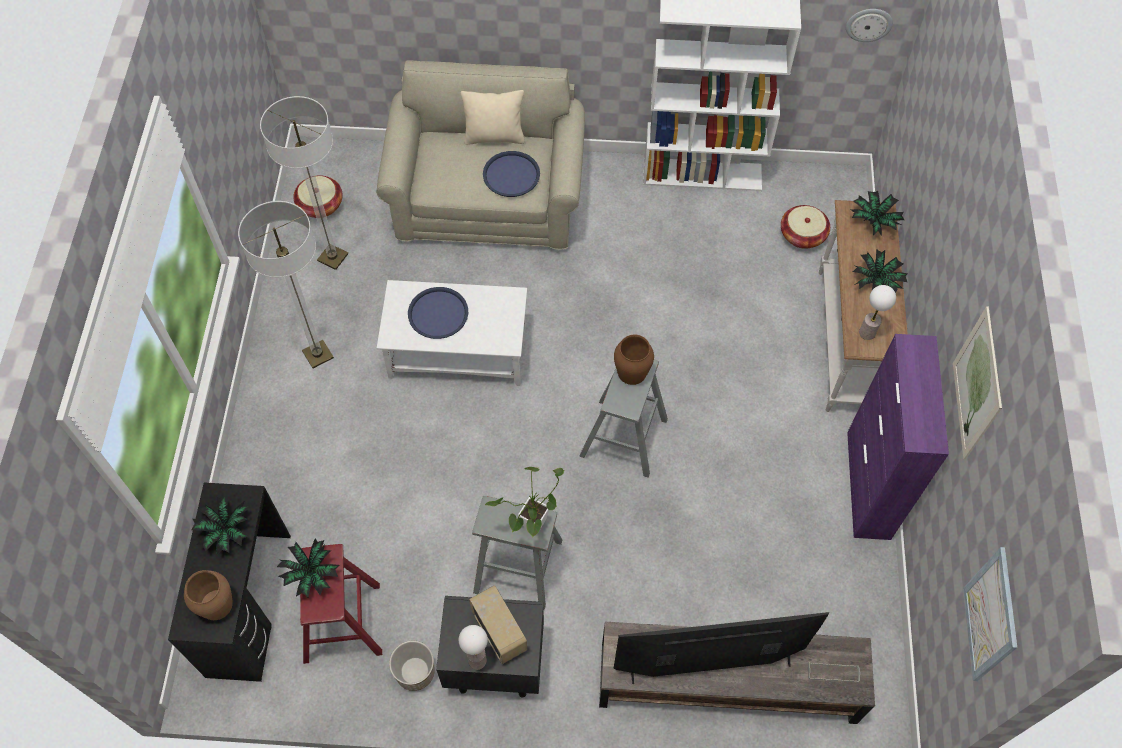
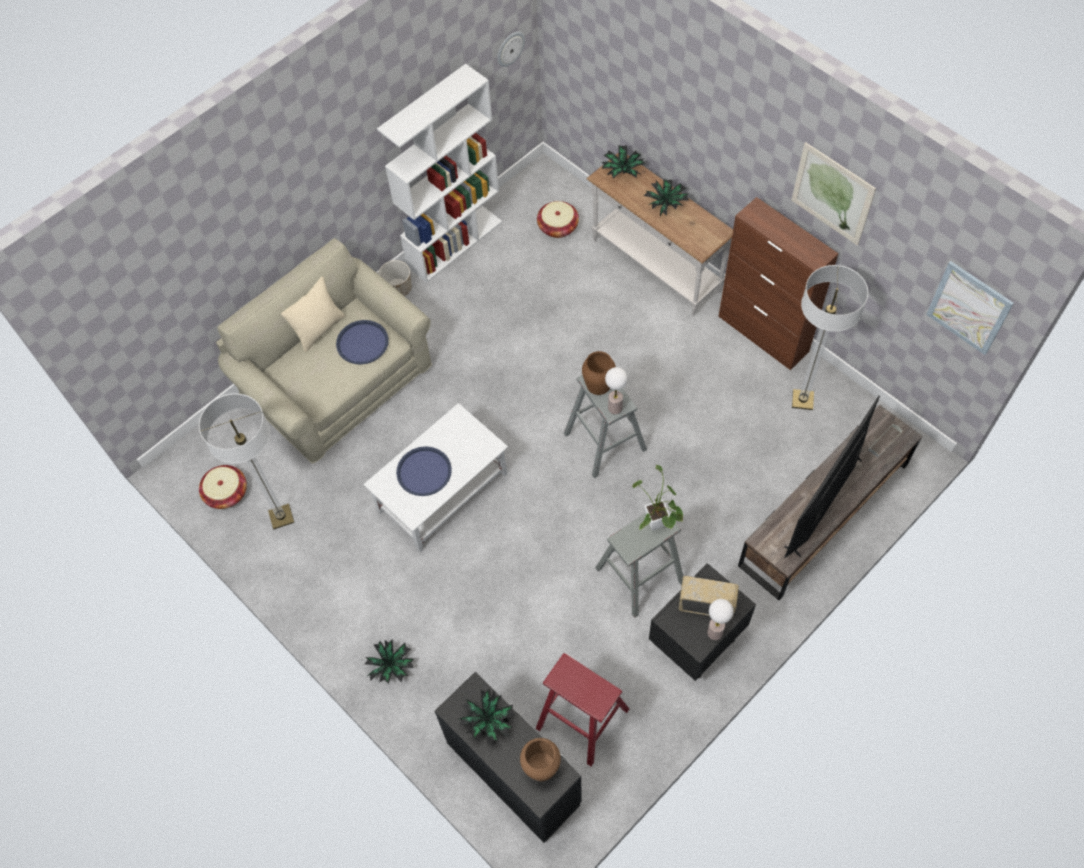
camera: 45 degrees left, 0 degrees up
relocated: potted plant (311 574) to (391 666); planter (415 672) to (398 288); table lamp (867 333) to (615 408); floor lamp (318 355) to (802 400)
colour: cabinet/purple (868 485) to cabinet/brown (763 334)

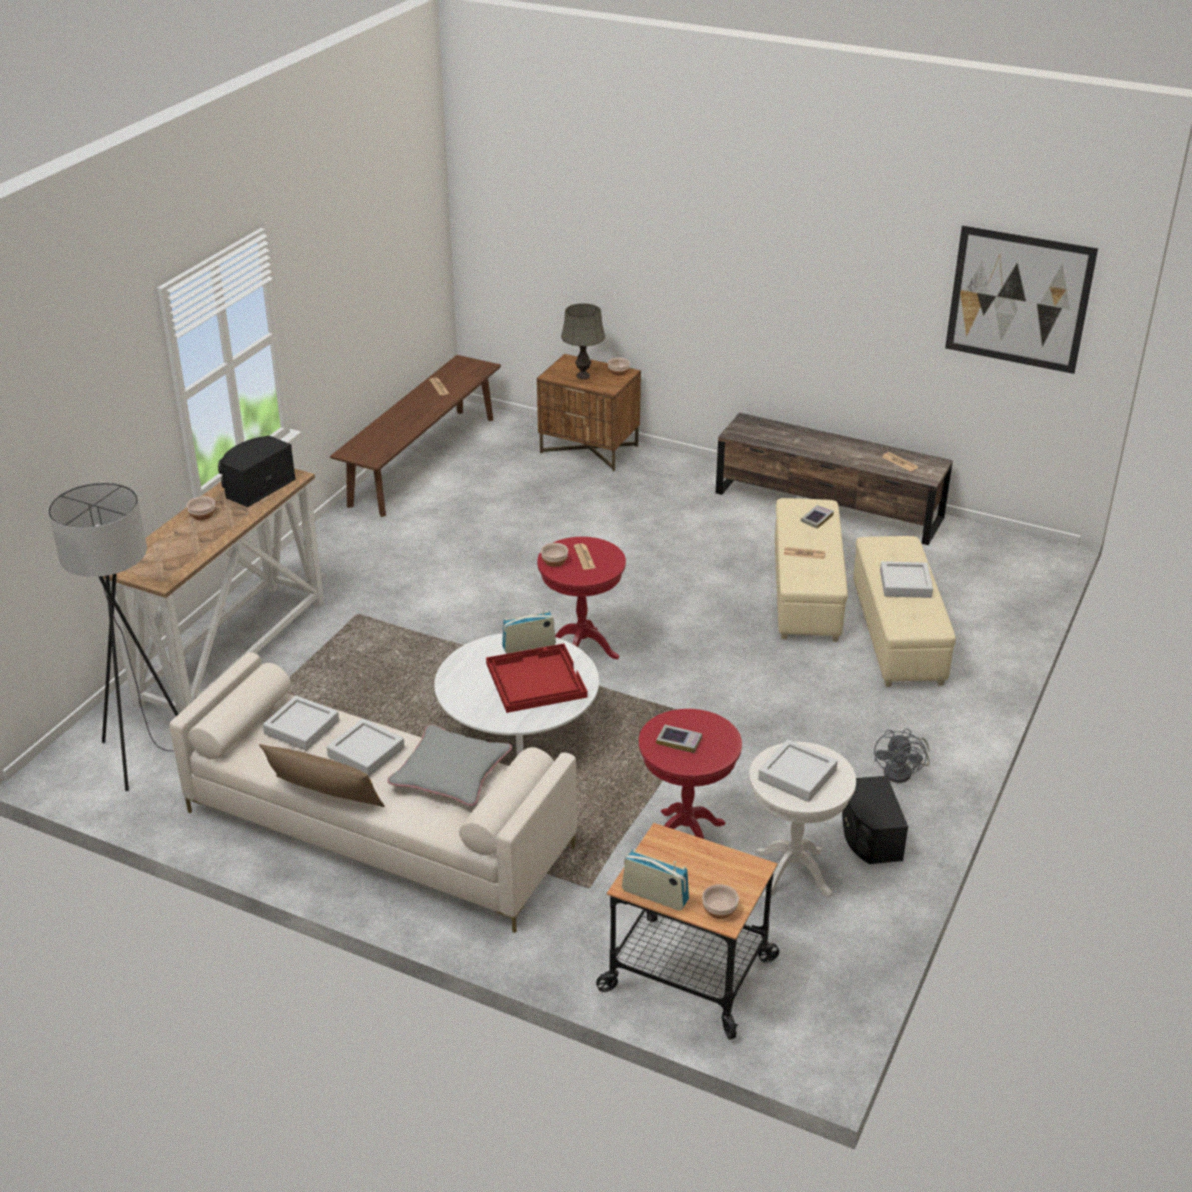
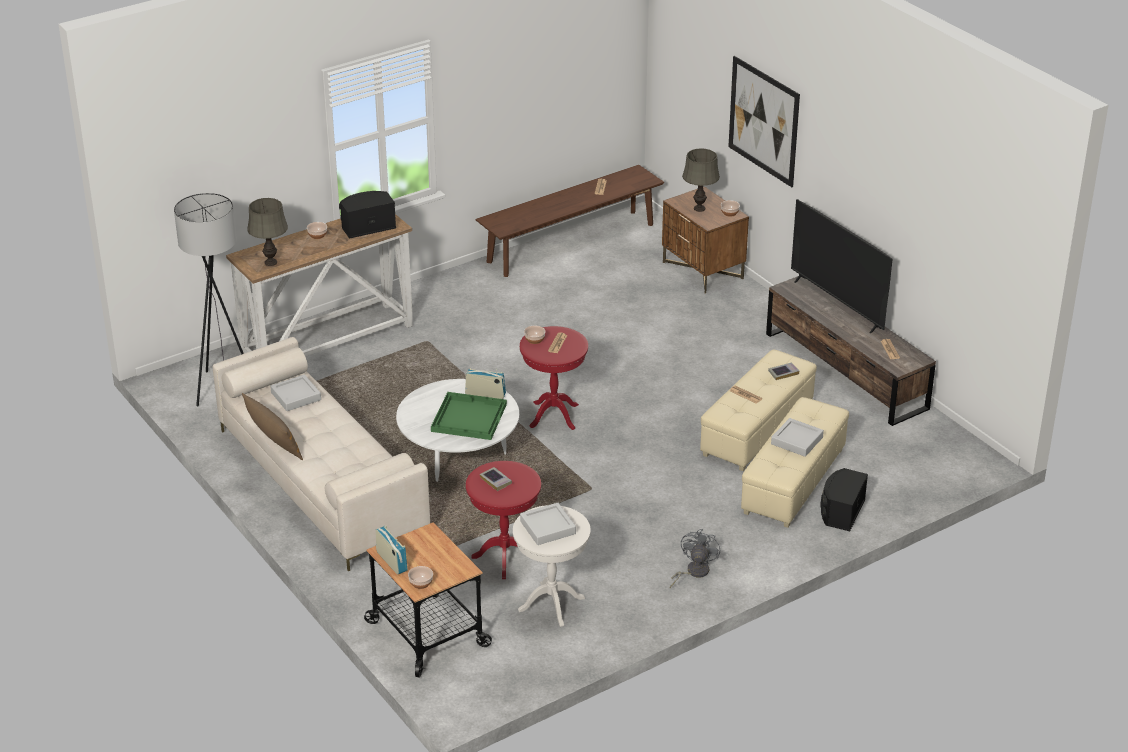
camera: 30 degrees right, 0 degrees up
missing: tray/grey (366 752); pillow/grey (451 773)
appeared: table lamp/grey (270 262); television (837 304)
relocated: picture (1019 299) to (763 121); speaker/black (869 837) to (840 511)
colour: tray/red (535 680) to tray/green (468 417)
spun: fan/grey (903 772) = (693 572) 150 degrees clockwise

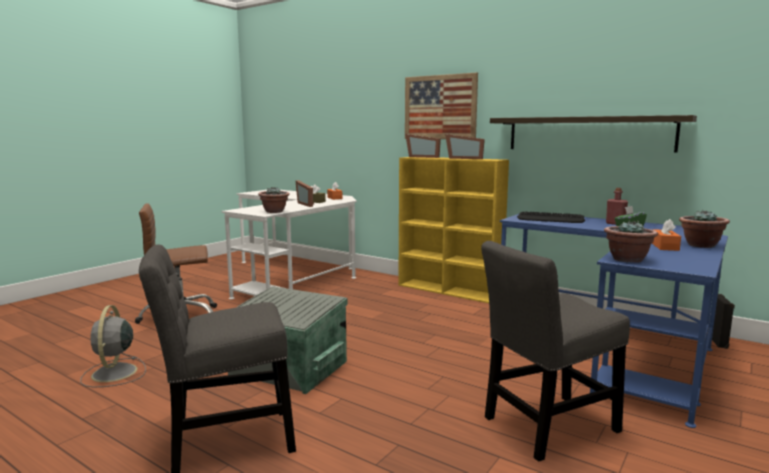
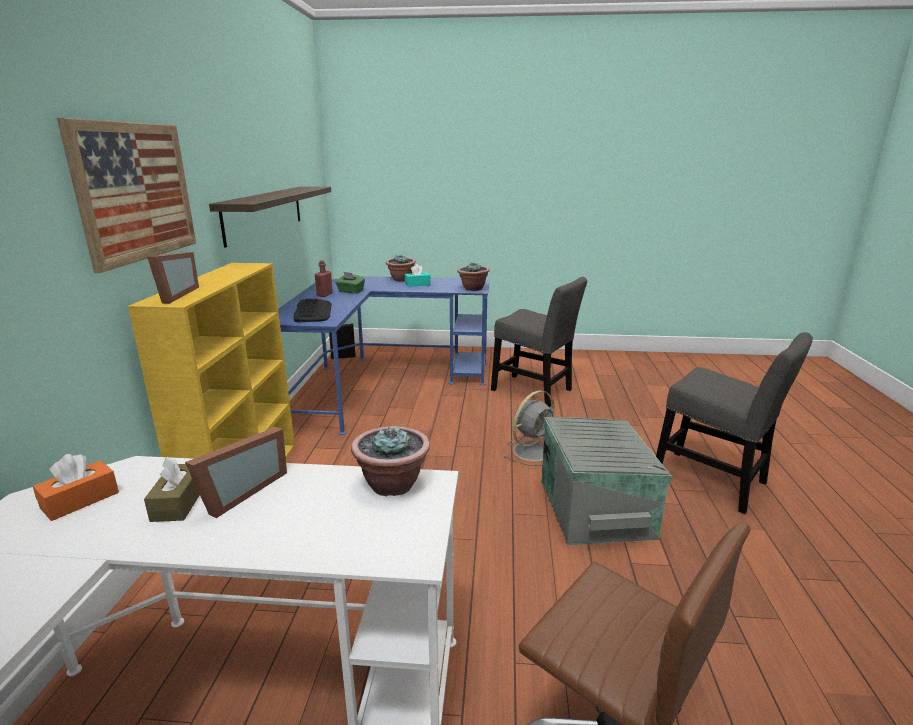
camera: 120 degrees left, 10 degrees up
missing: picture frame (465 158)
relocated: fan/grey (114 373) to (533 450)
colour: tissue box/orange (665 246) to tissue box/turquoise (417 284)

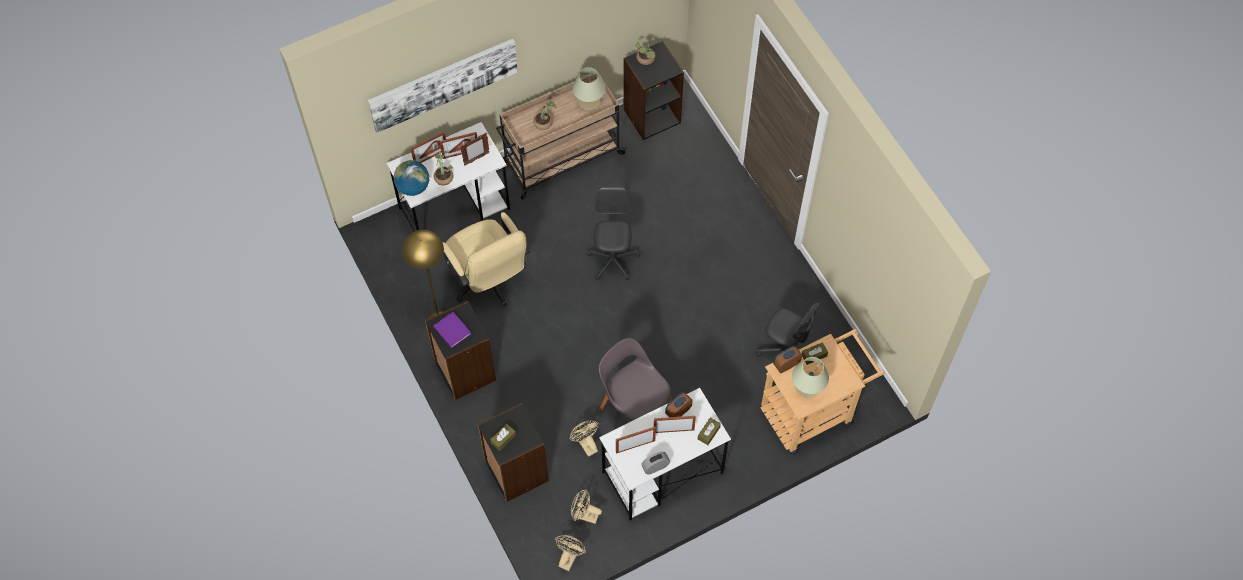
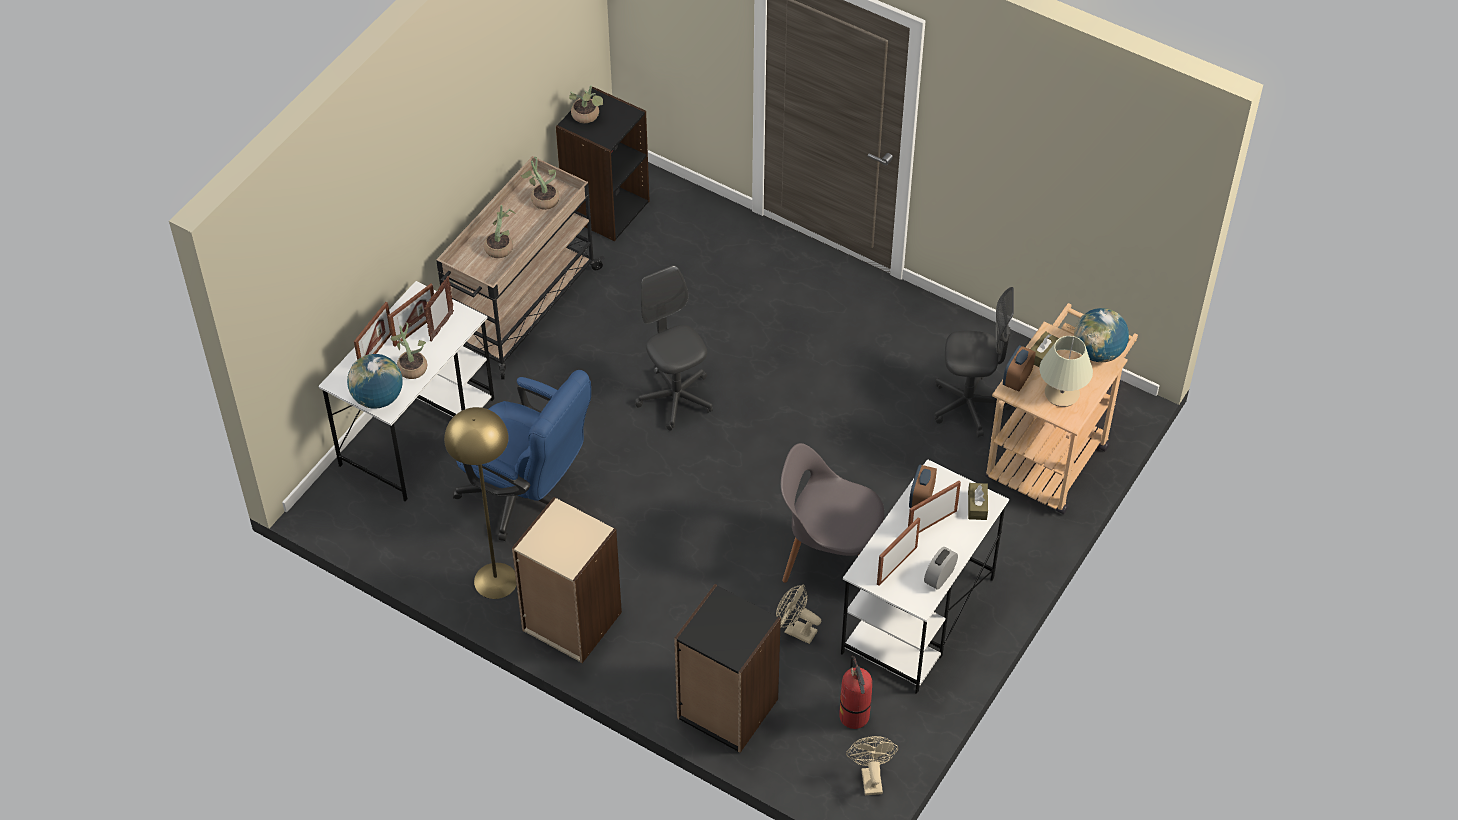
camera: 30 degrees left, 10 degrees down
missing: picture (443 84); book/purple (451 329); tissue box/brown (503 439)
appeared: globe (1098 352)
exchanged: table lamp/beige (589 101) to potted plant (542 199); fan/beige (584 515) to fire extinguisher (854 716)
colour: office chair/beige (489 281) to office chair/blue (527 498); bookcase/black (464 371) to bookcase/beige (571 622)

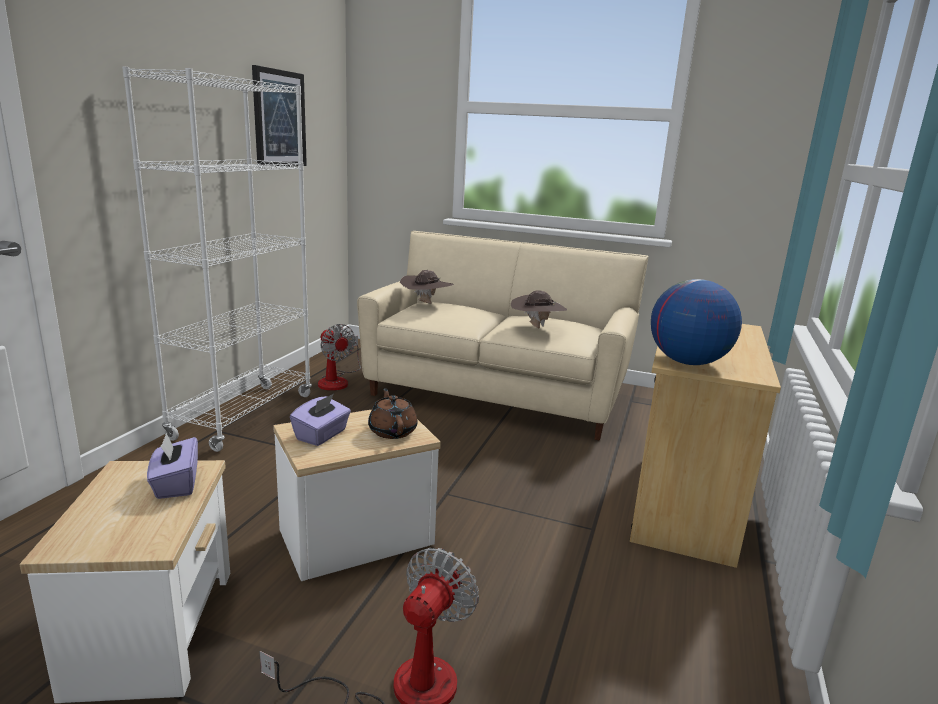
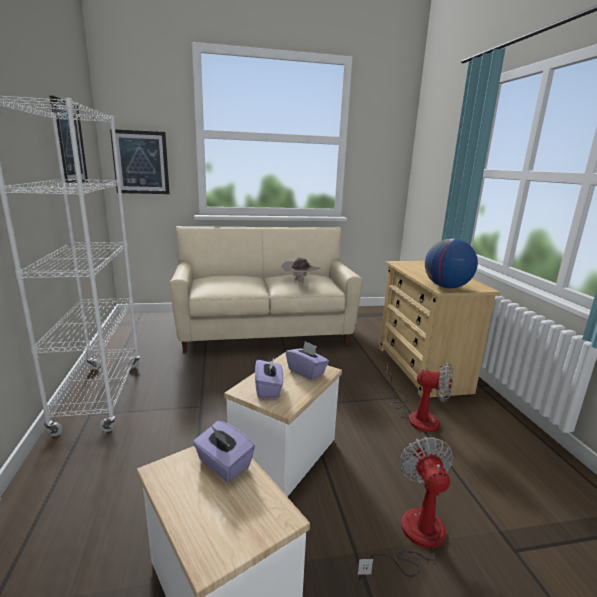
camera: 30 degrees left, 0 degrees up
missing: hat/brown (426 304)
appeared: picture (141 162)
relocated: fan (337 380) to (417 415)
exchanged: teapot/brown (392 431) to tissue box/purple (306 371)

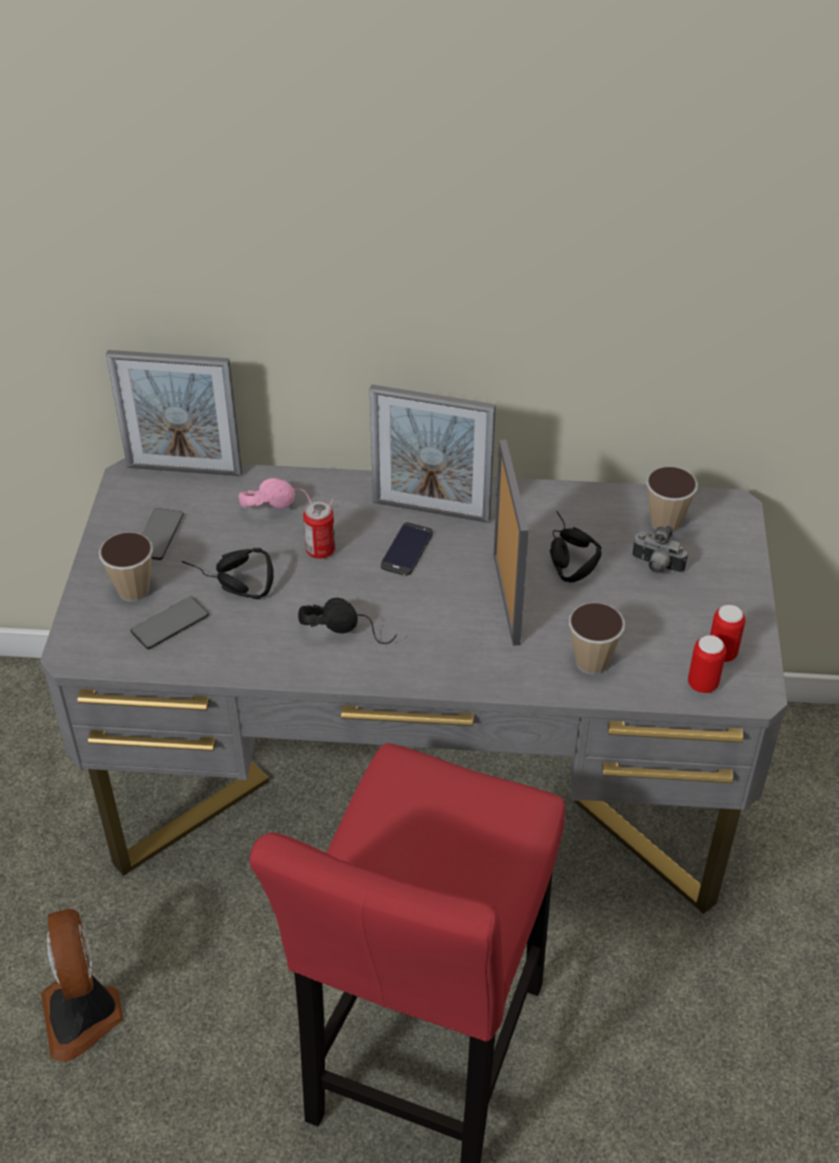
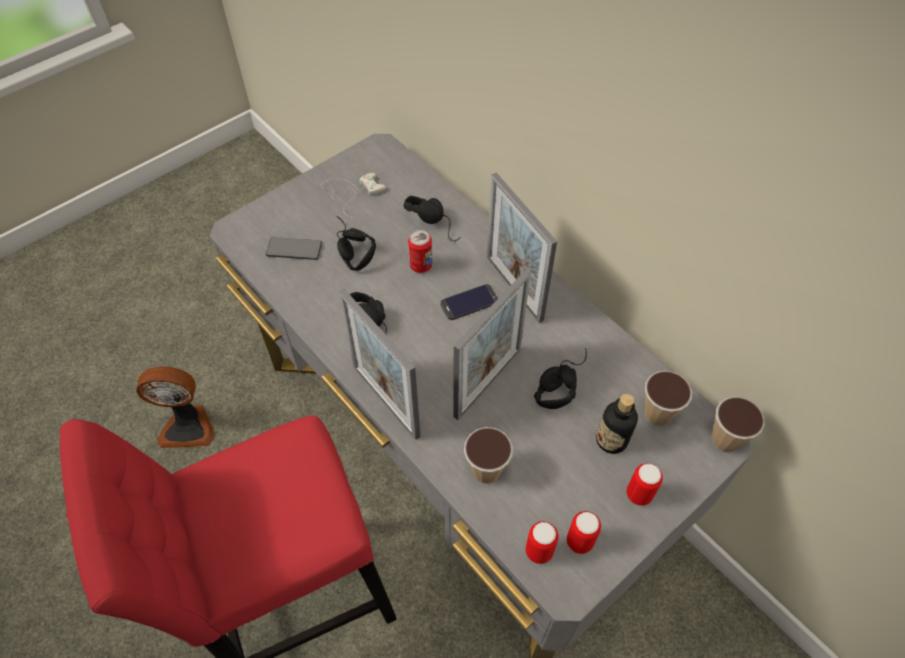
camera: 45 degrees right, 10 degrees up
appeared: can (639 494)
relocated: picture frame (184 470) to (386 401); cup (133 590) to (724 440)
exchanged: phone (158 535) to game controller/white (351 192); photo camera (656 567) to bottle (611 440)
colour: headphones/pink (285 505) to headphones/black (436 222)
spun: fan (84 1015) = (188 426) 120 degrees counterclockwise

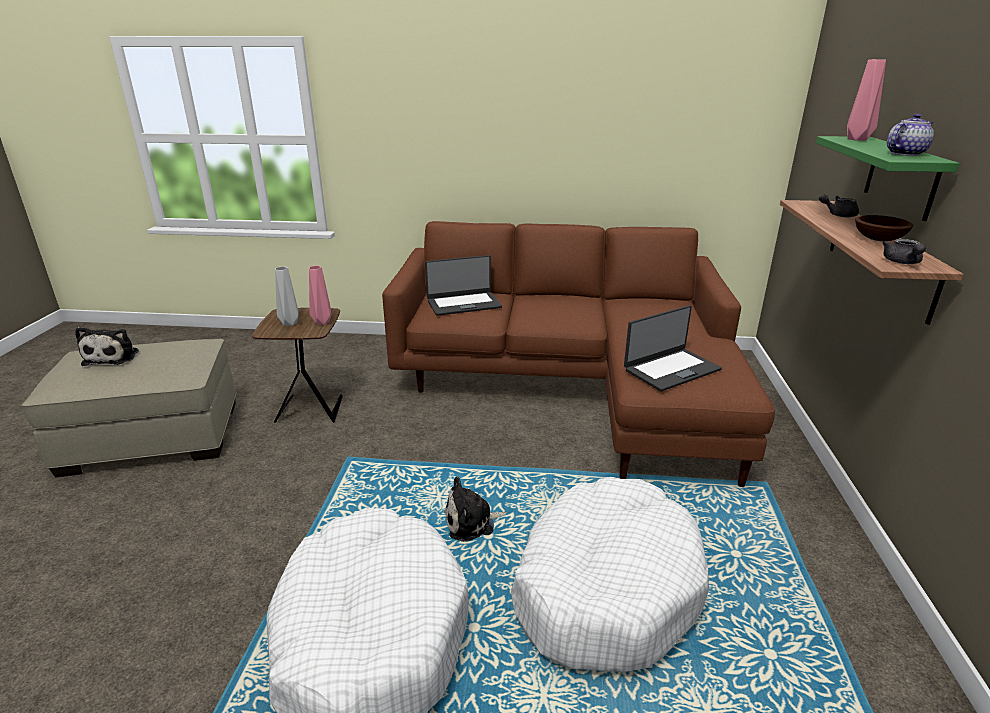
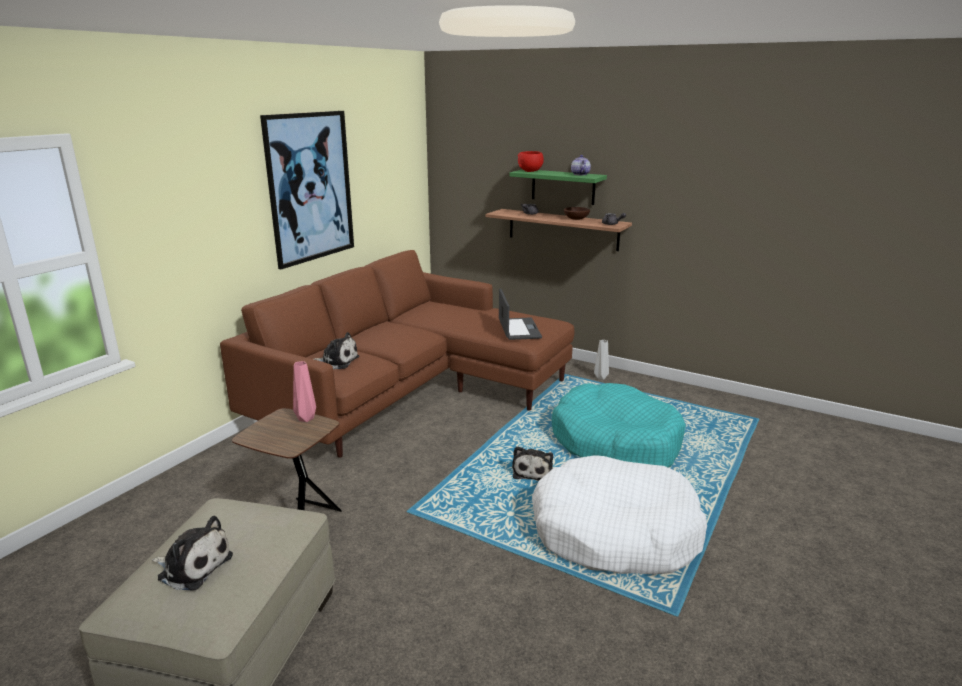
camera: 65 degrees left, 5 degrees down
appeared: picture (310 187)
relocated: vase/grey (289 323) to (601 378)
exchanged: laptop (463 304) to plush toy (337 361); vase/pink (856 139) to bowl/red (530 171)
colour: dog bed/white (605 587) to dog bed/turquoise (615 443)

